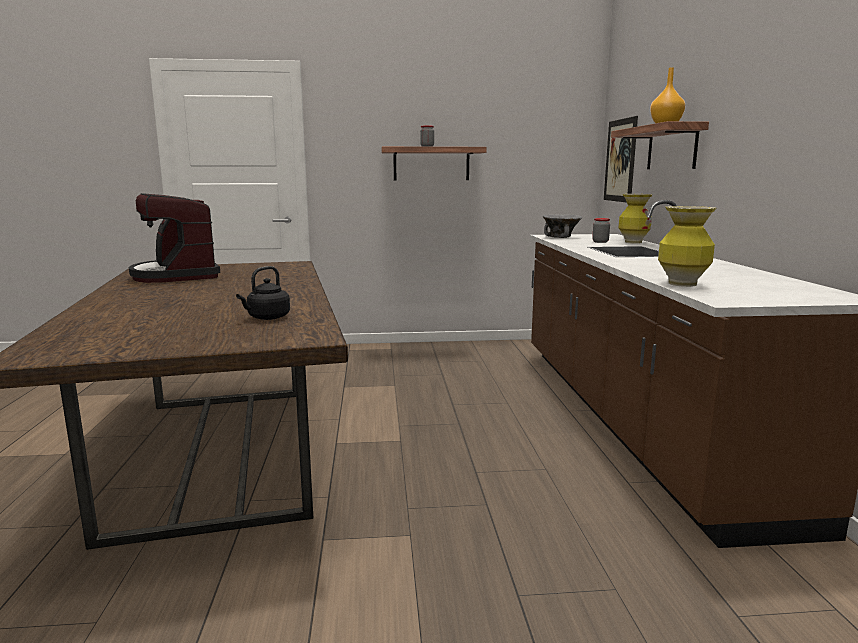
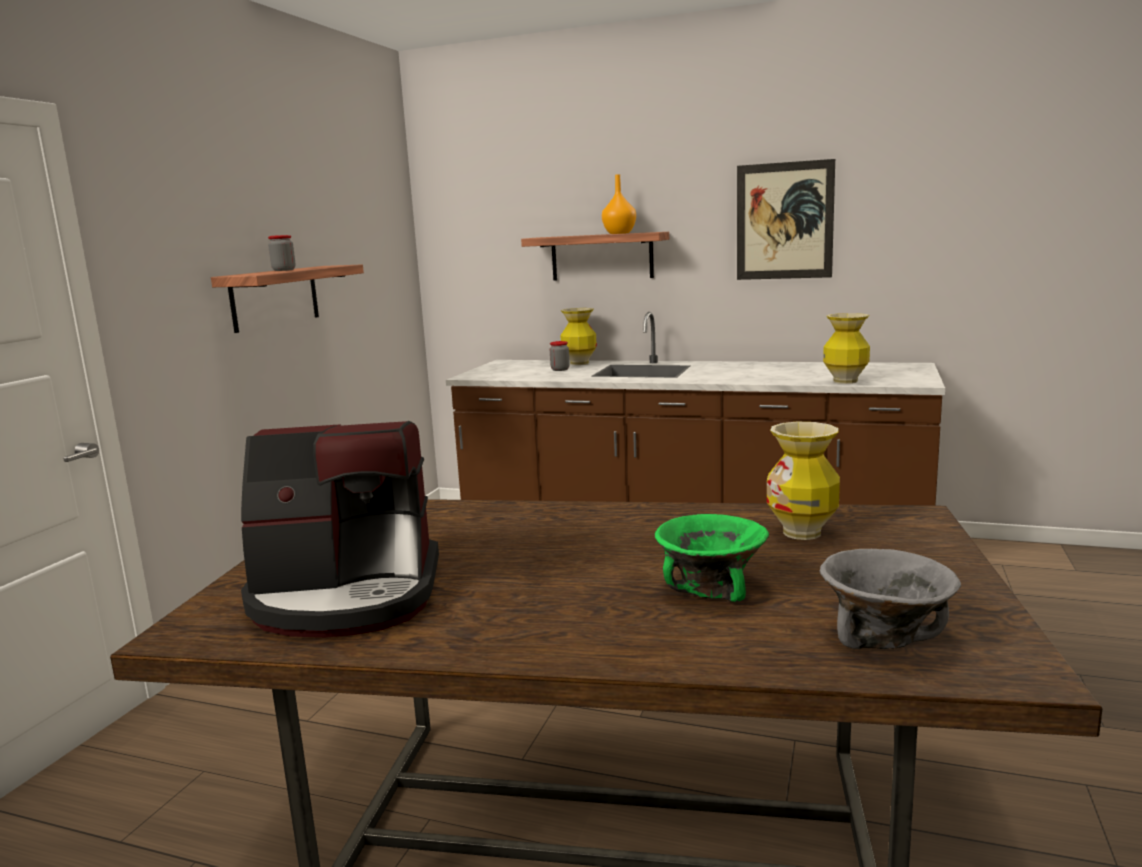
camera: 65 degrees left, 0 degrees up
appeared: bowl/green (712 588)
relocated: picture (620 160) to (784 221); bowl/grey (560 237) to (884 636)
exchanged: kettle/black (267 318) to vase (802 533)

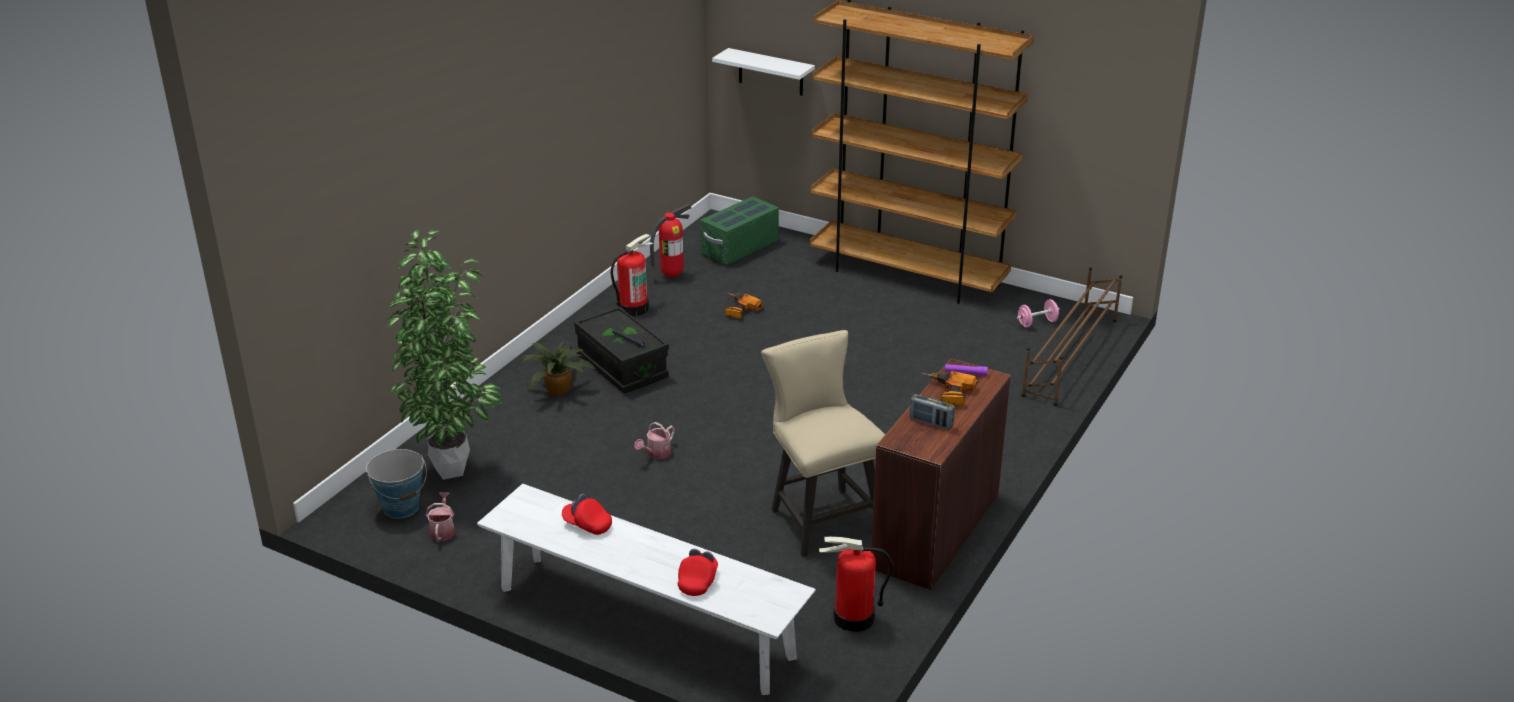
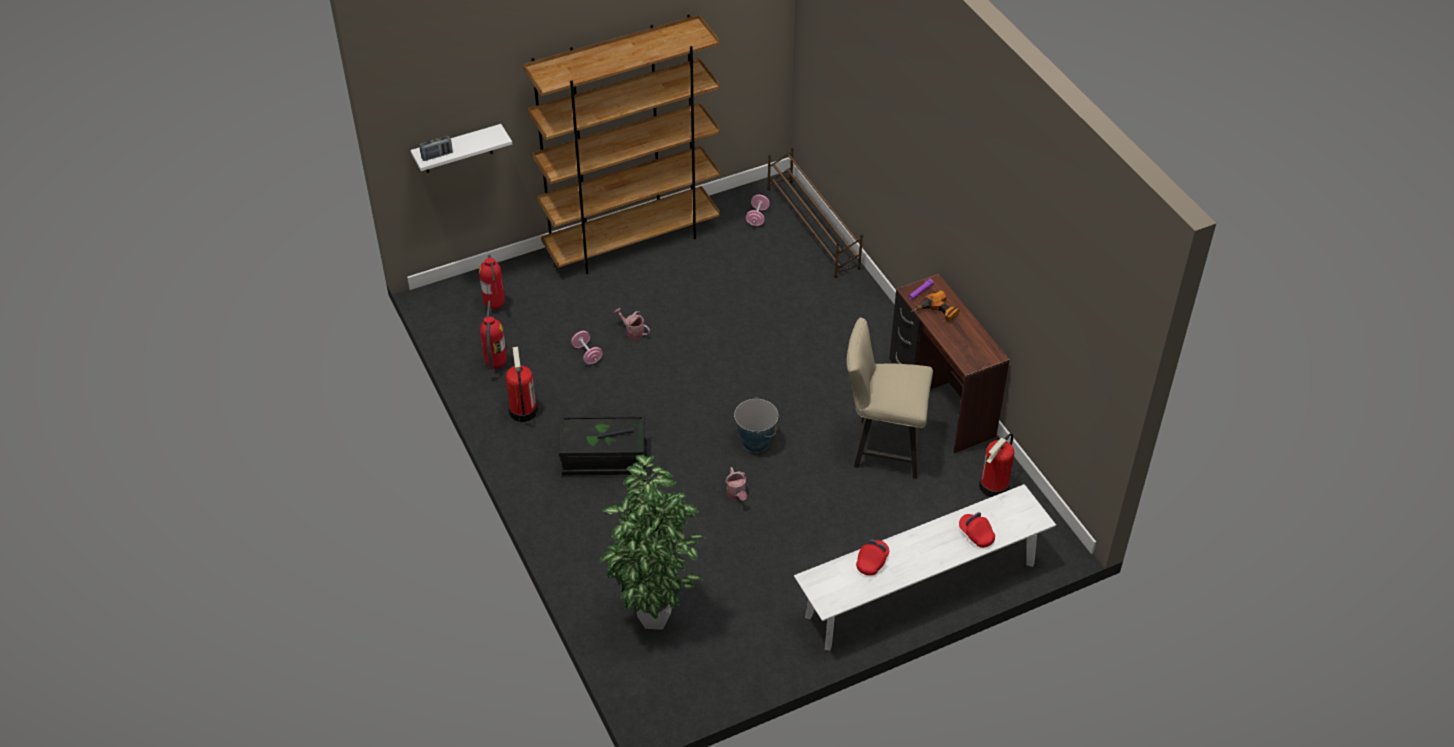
camera: 55 degrees left, 15 degrees up
missing: potted plant (558 388)
relocated: radio (931 423) to (437 155); watering can (443 530) to (632 331); bucket (401 507) to (755 442)
exchanged: storage box/green (739 248) to fire extinguisher (495 306); power drill (738 310) to dumbbell/pink (587 354)
spun: cap/red (587 525) = (872 562) 150 degrees clockwise

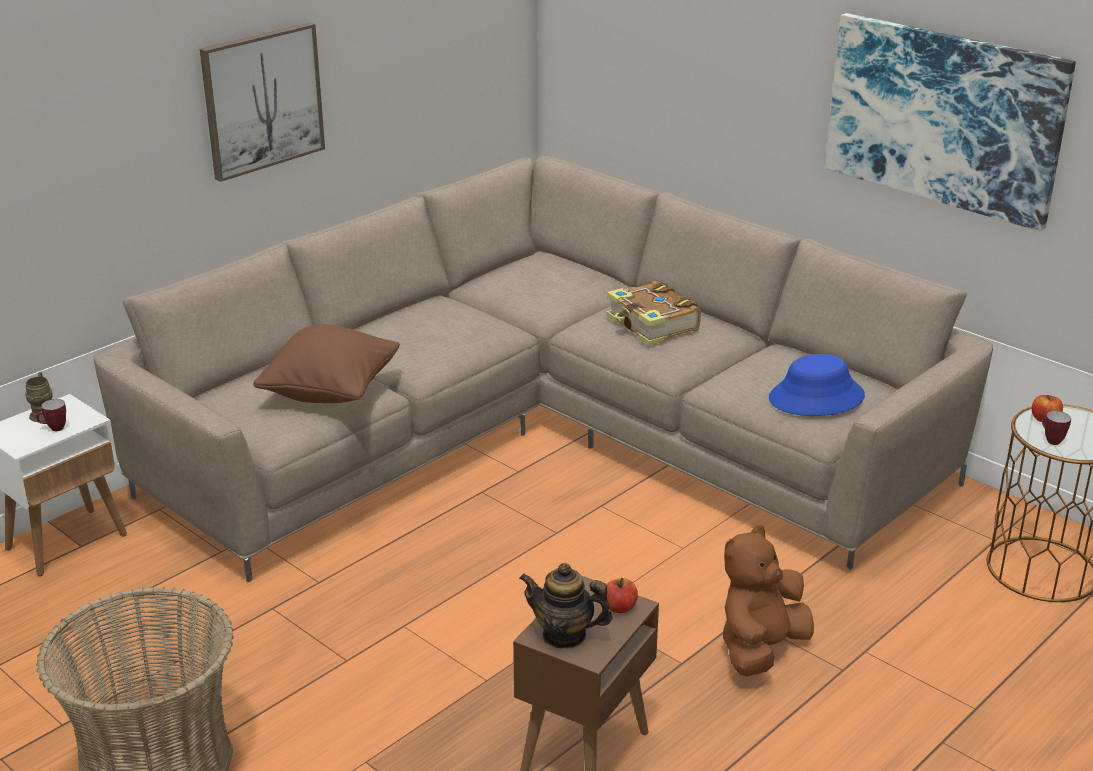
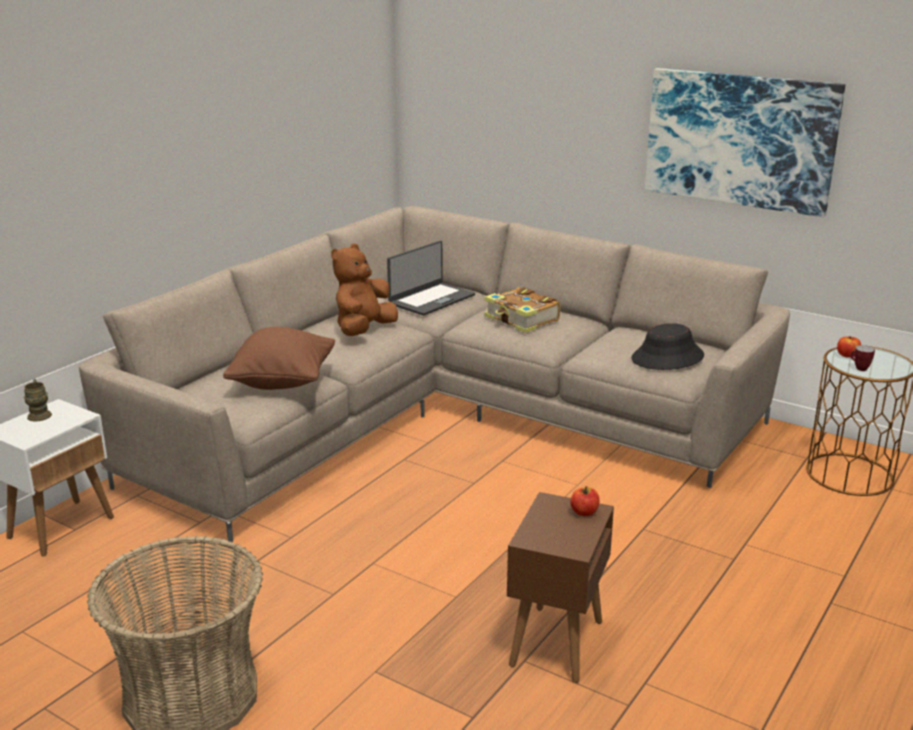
camera: 10 degrees left, 5 degrees down
missing: mug (54 429); picture (262 100); teapot (564 635)
appeared: laptop (431 299)
relocated: plush toy/brown (760 649) to (364 330)
colour: hat/blue (816 398) to hat/black (667 358)

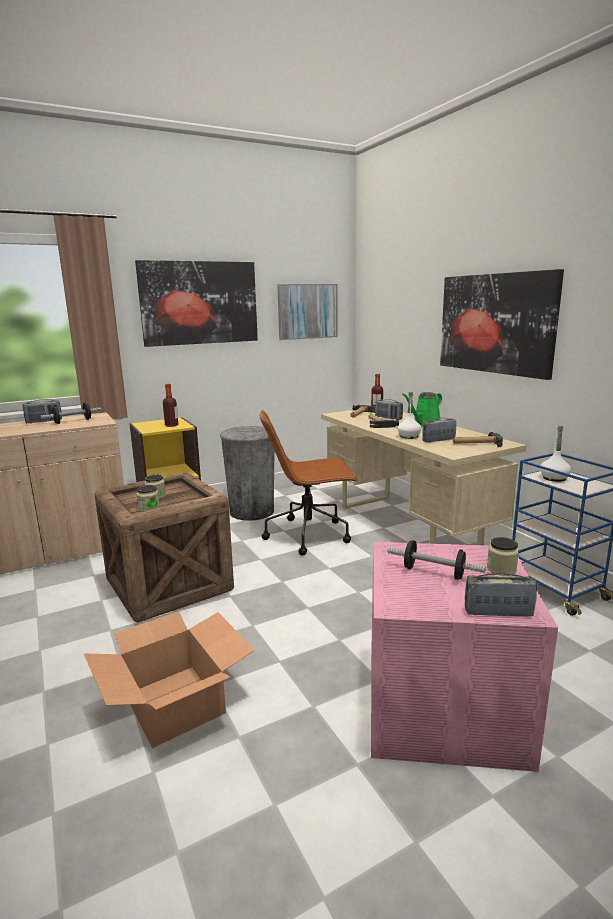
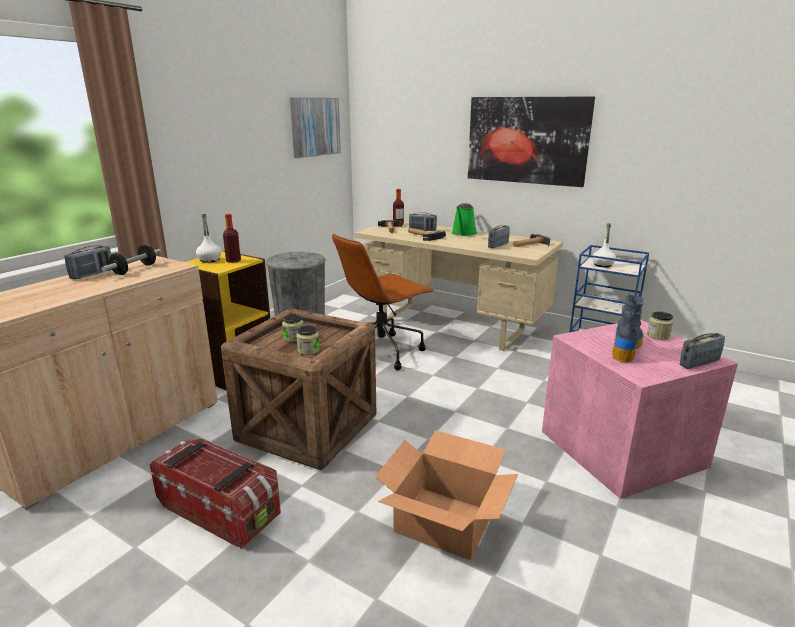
camera: 30 degrees left, 5 degrees up
missing: picture (199 303)
appeared: storage box (220 510)
relocated: bottle/white (409 436) to (209 260)
exchanged: dumbbell (434 572) to boot (626 348)

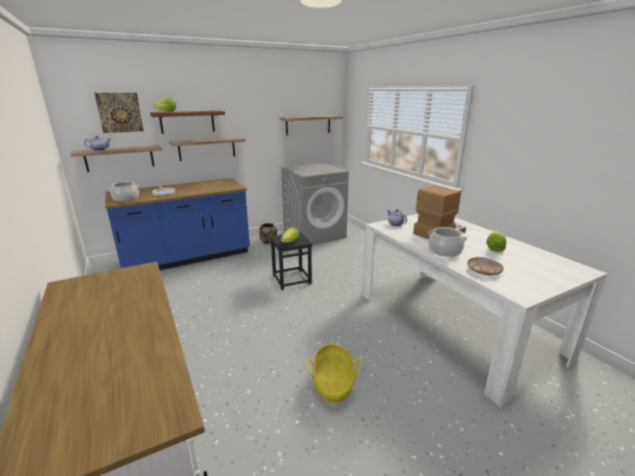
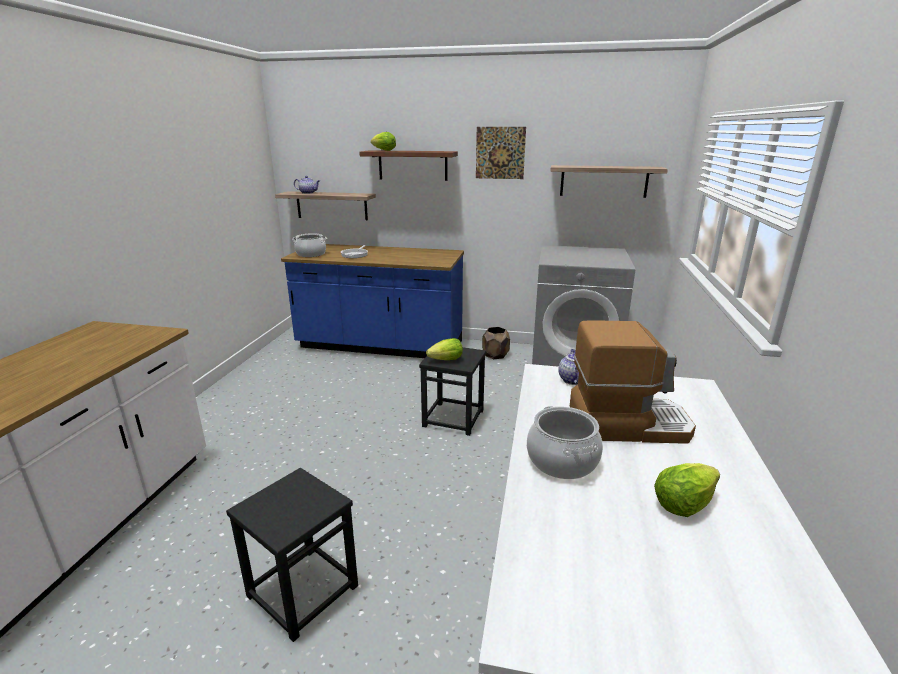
camera: 40 degrees right, 0 degrees up
missing: shelf (207 148); plate/beige (484 270)
relocated: picture (120 112) to (500 153)
exchanged: basket (333 384) to stool/black (302 590)

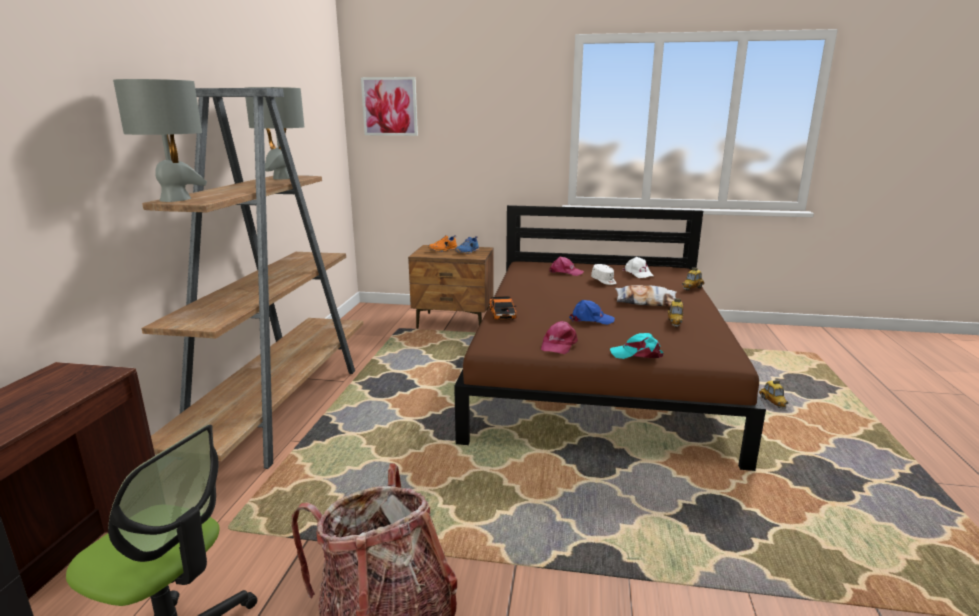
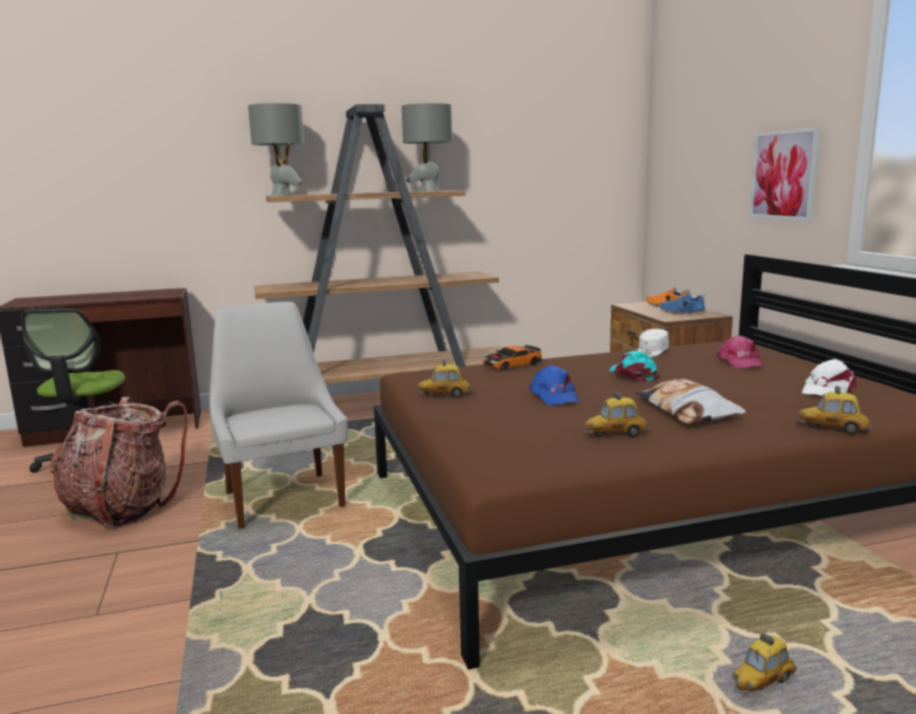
camera: 65 degrees right, 5 degrees down
appeared: chair/white (283 498)
relocated: cap/turquoise (637 354) to (633 375); cap/white (604 280) to (651 352); picture (390 106) to (784 175)
exchanged: cap/pink (558 345) to toy car (444 395)

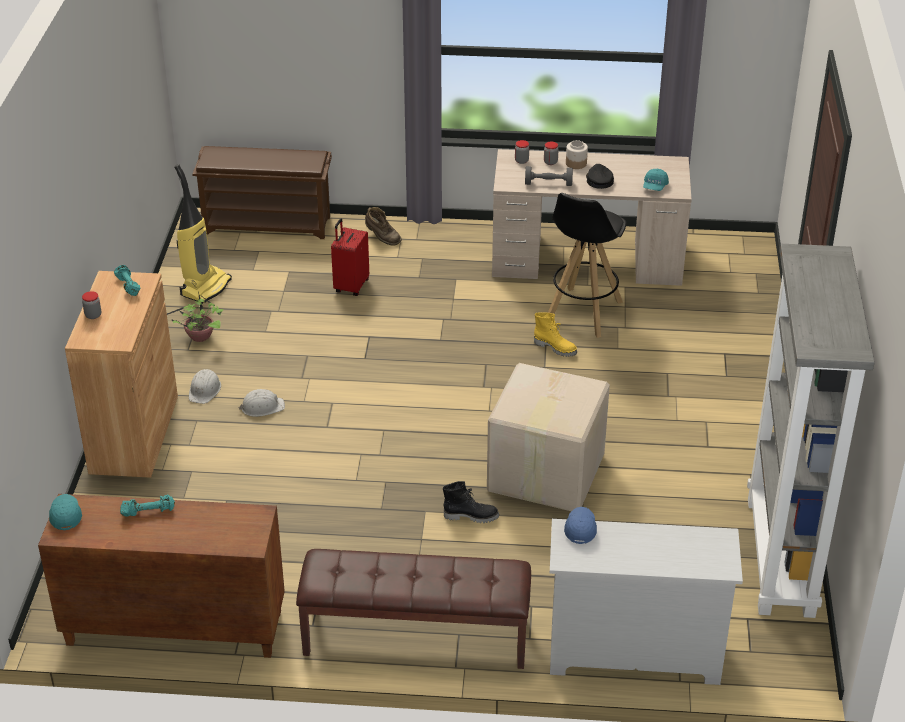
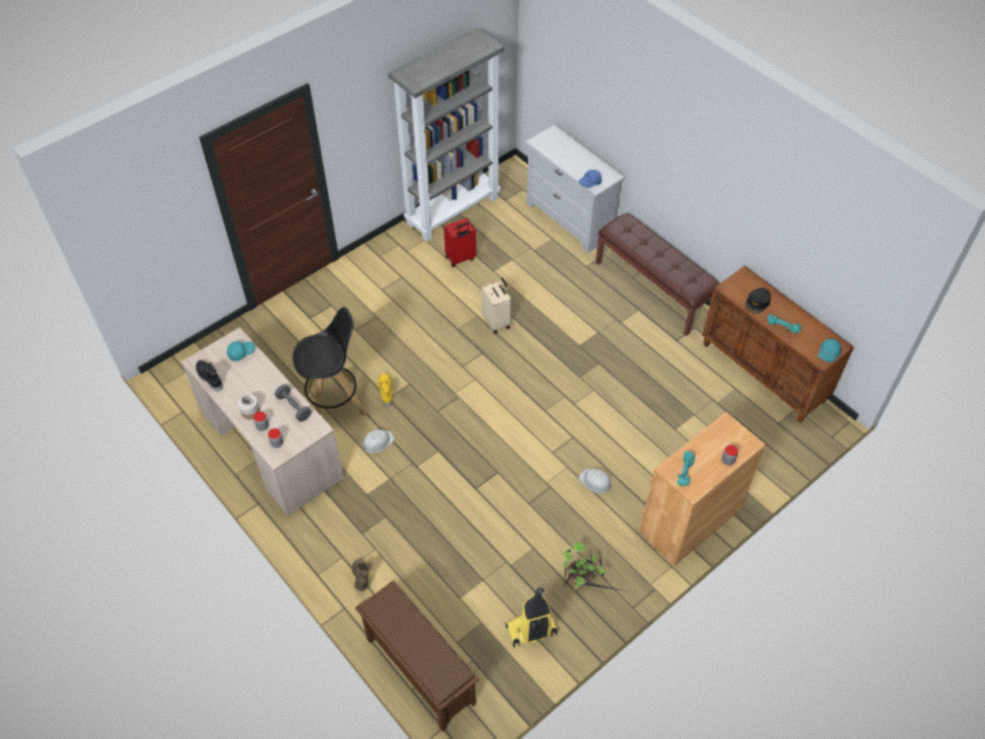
camera: 135 degrees left, 15 degrees up
relocated: boot/black (471 516) to (209 378); hard hat/white (205 390) to (377 442); suitcase/red (350 286) to (460 258); cap/black (599 180) to (757 302)
exchanged: cardboard box (544 473) to suitcase/beige (497 322)

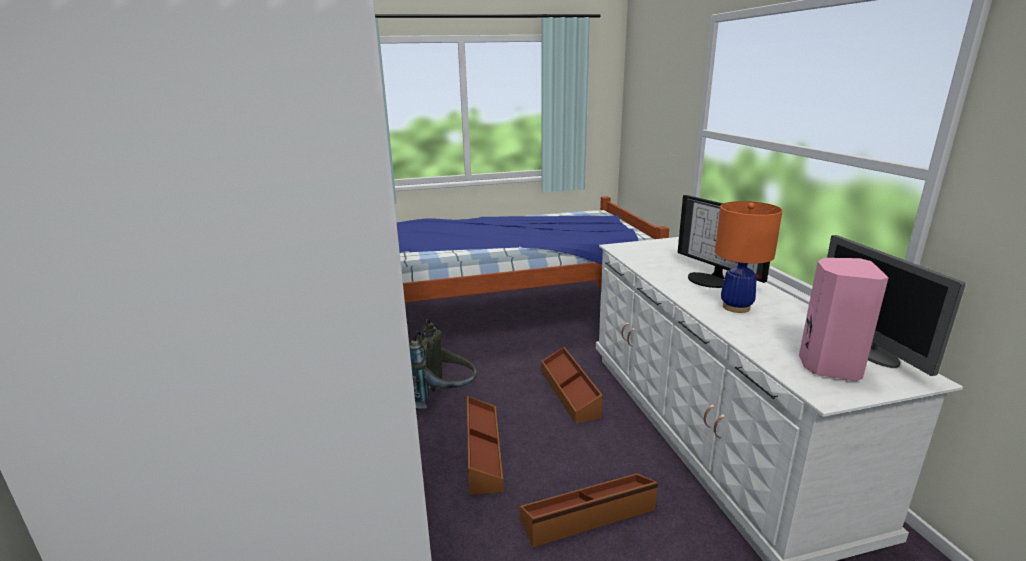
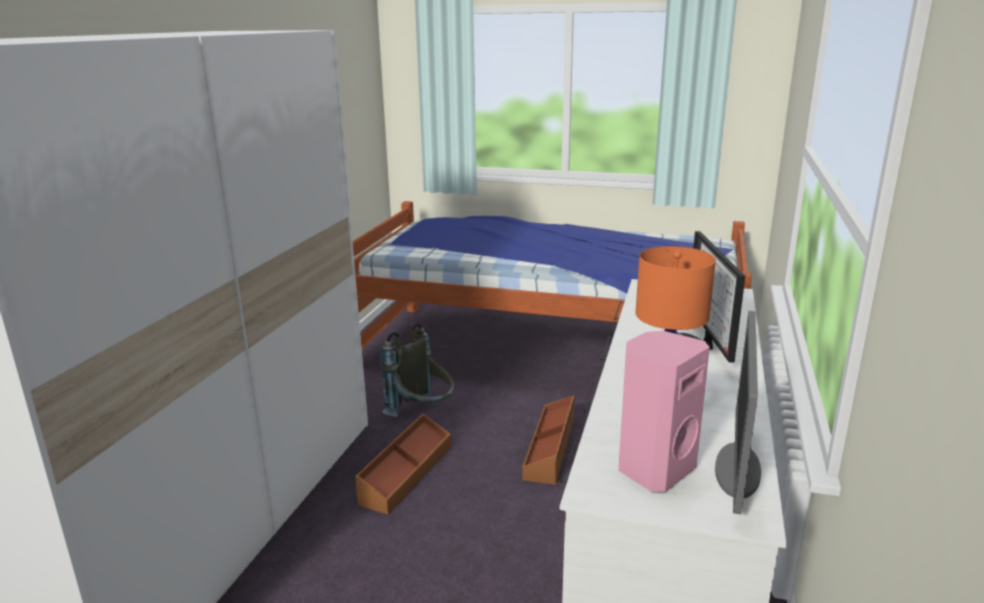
camera: 30 degrees right, 0 degrees up
missing: storage box/brown (588 516)

